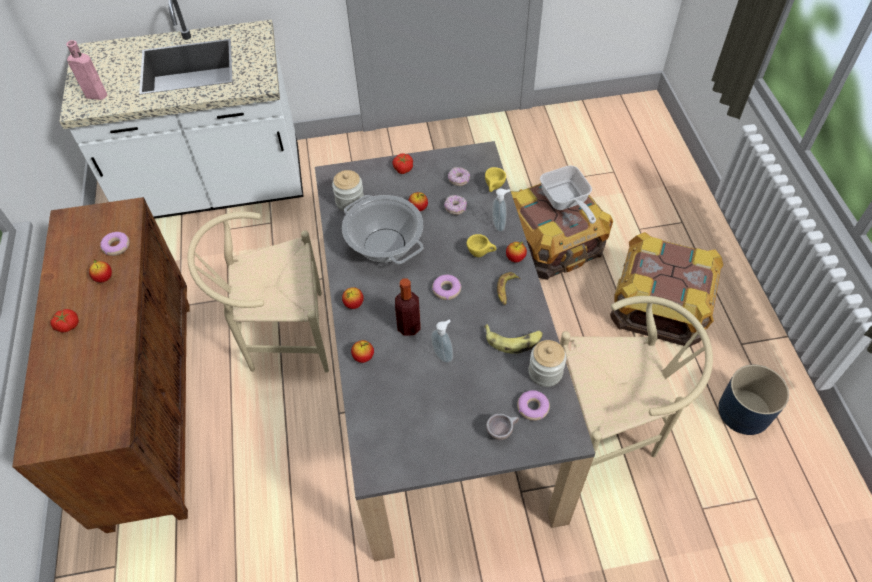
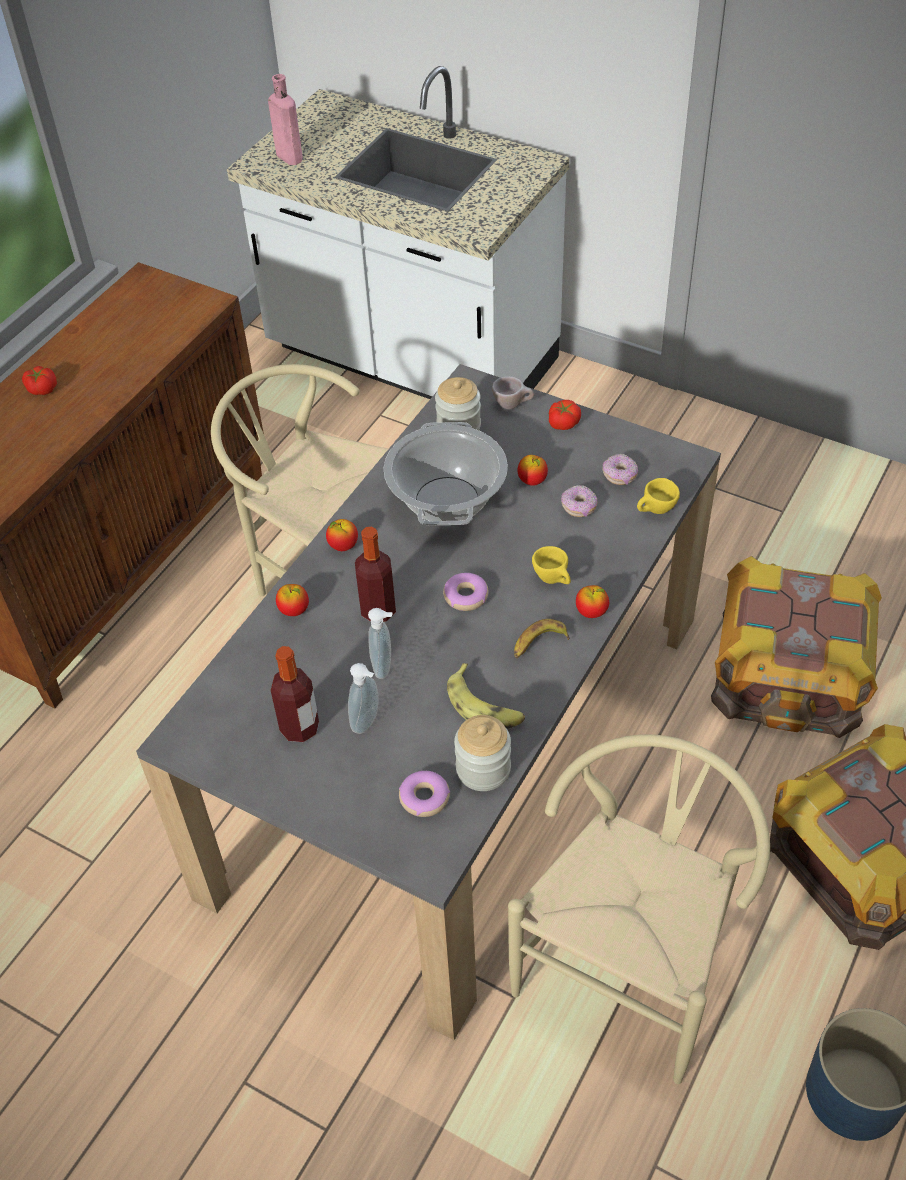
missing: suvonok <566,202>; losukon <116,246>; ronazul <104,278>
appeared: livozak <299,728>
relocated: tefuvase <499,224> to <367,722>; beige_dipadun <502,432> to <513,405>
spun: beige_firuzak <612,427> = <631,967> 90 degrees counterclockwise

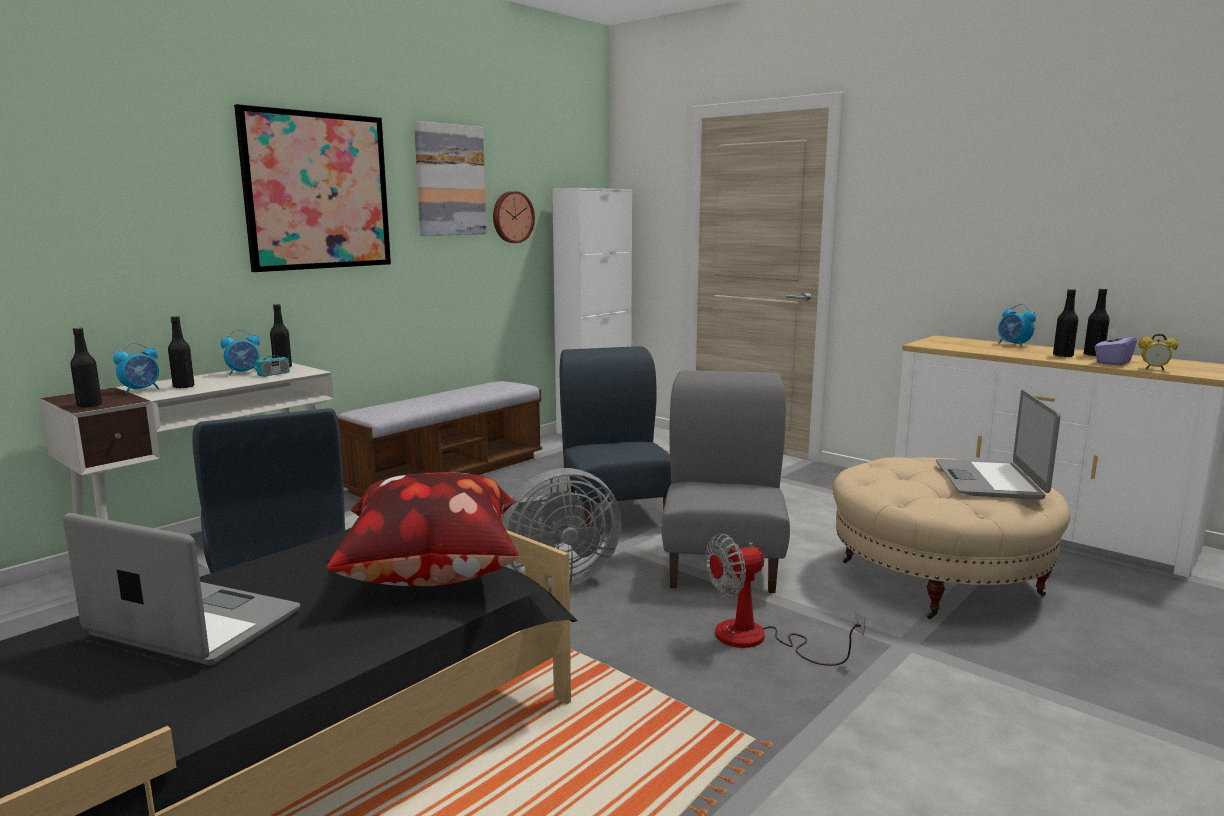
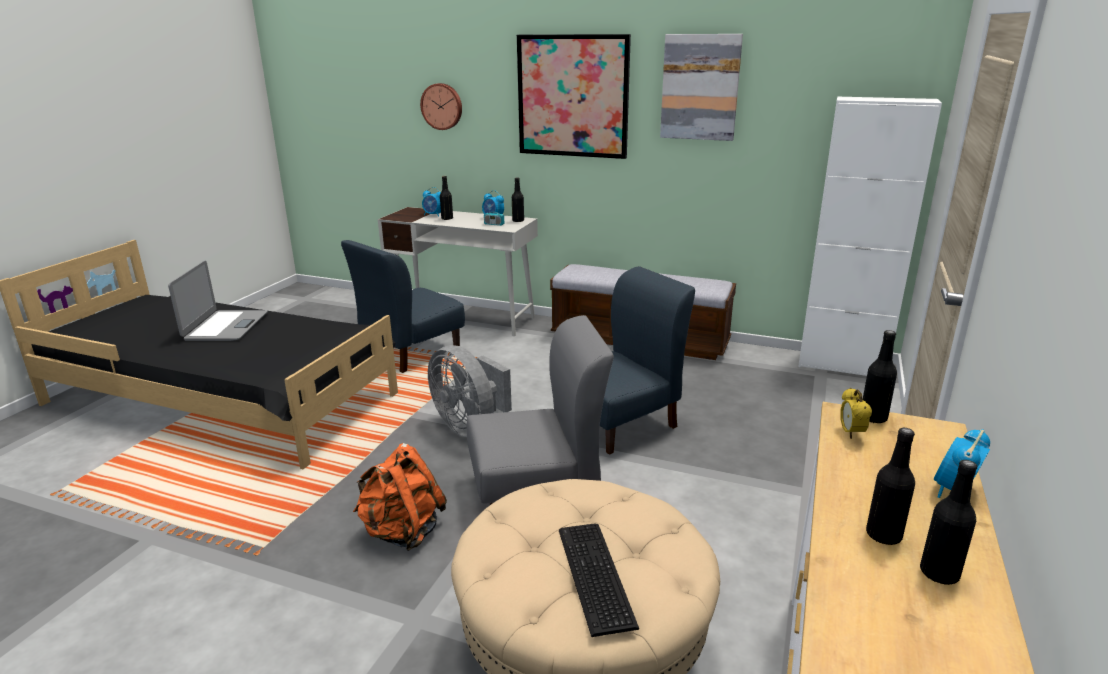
missing: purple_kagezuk <1112,362>; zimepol <434,577>
relocated: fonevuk <512,217> to <442,106>; black_livozak <89,405> to <873,418>; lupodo <1154,369> to <851,433>
exchanged: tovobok <990,481> to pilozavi <593,577>; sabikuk <758,640> to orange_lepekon <402,532>

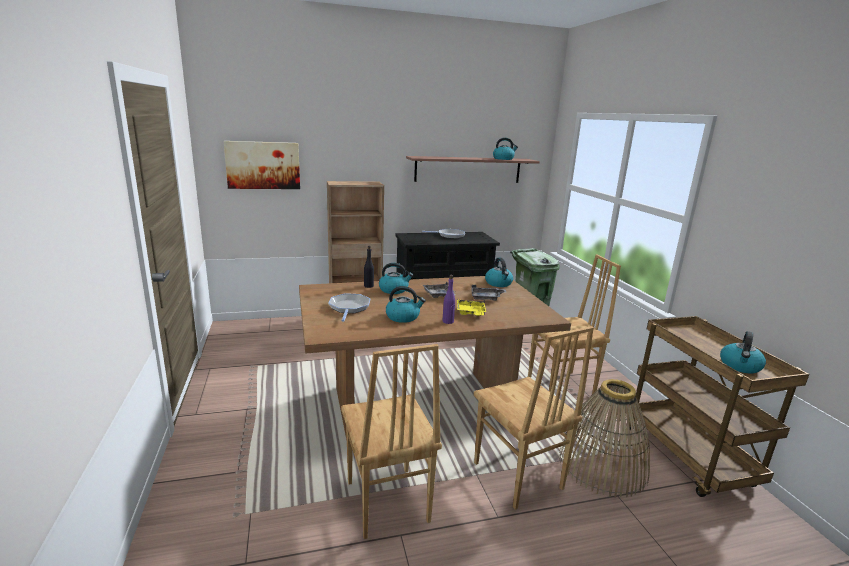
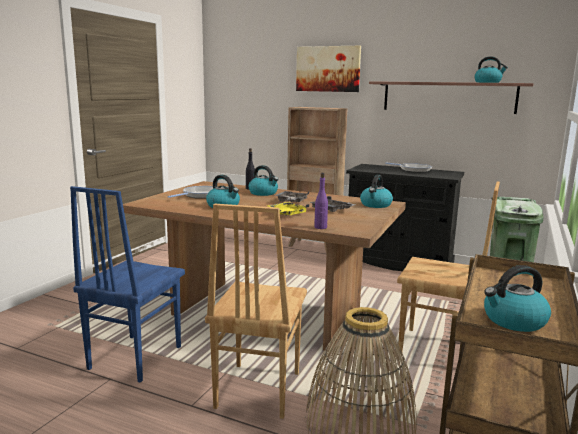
relocated: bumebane <263,165> to <328,69>; purple_livozak <448,321> to <320,227>
colour: brown_firuzak <386,502> to blue_firuzak <134,358>

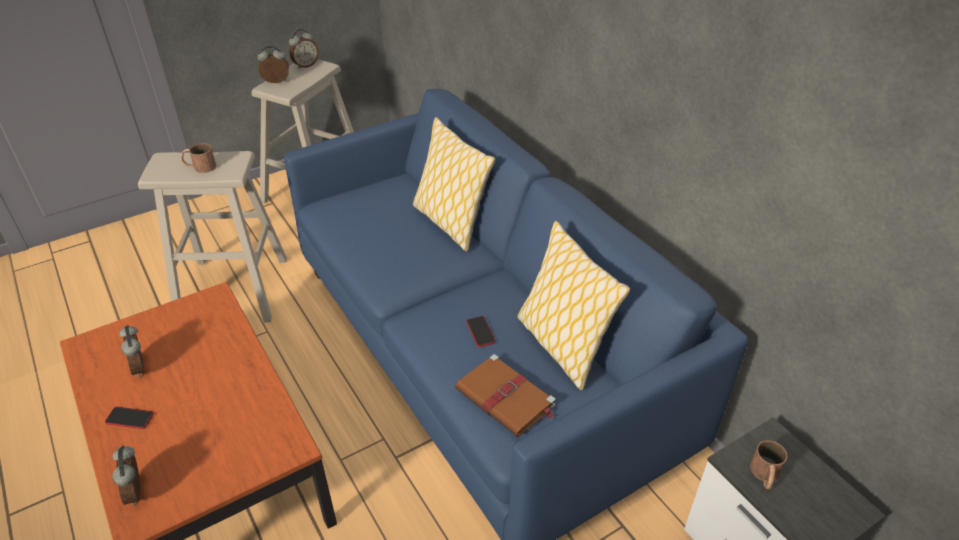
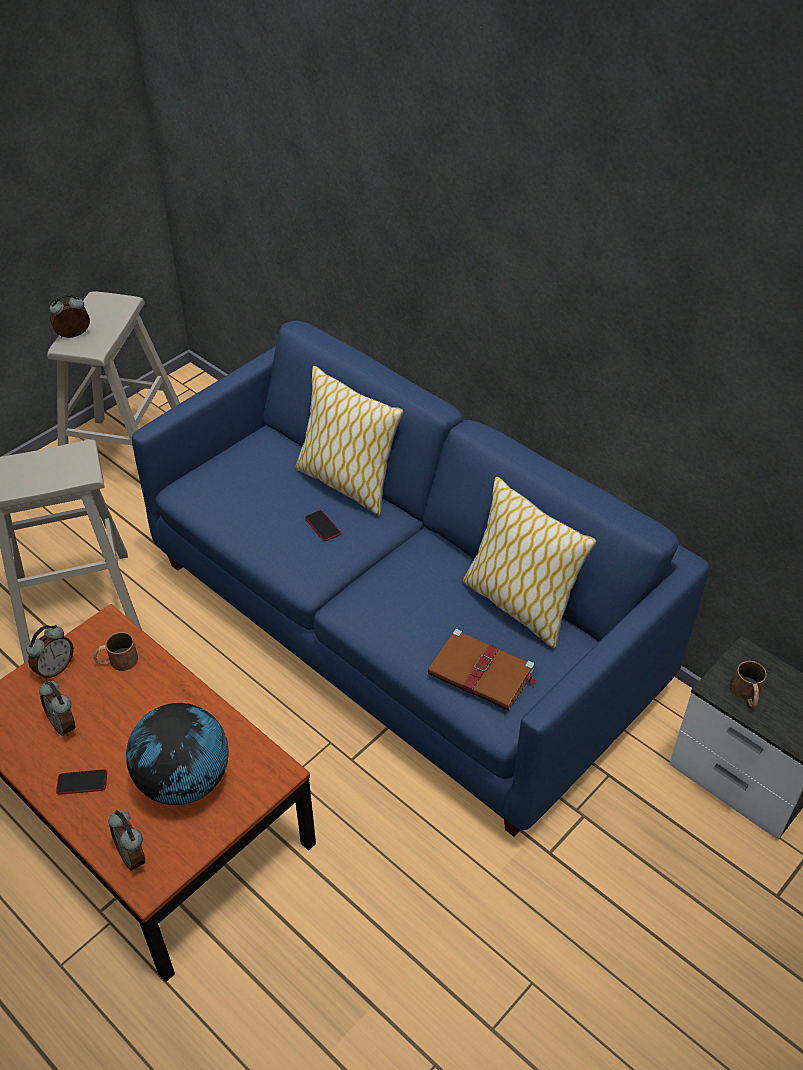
appeared: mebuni <184,781>
relocated: lupodo <305,65> to <55,668>; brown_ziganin <199,167> to <117,661>; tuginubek <480,332> to <322,526>

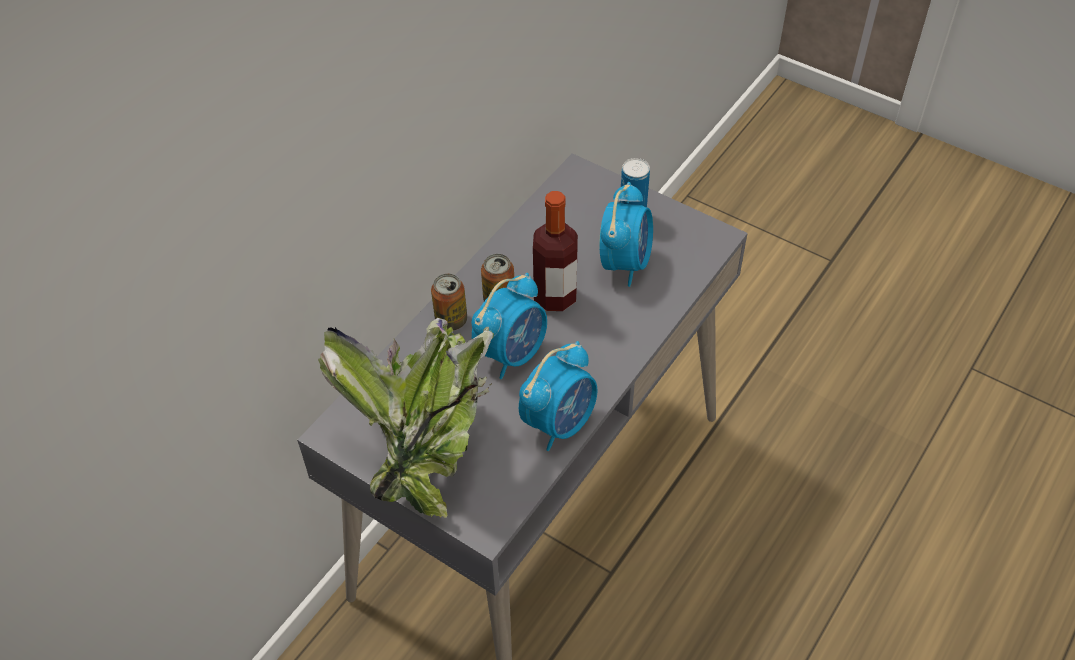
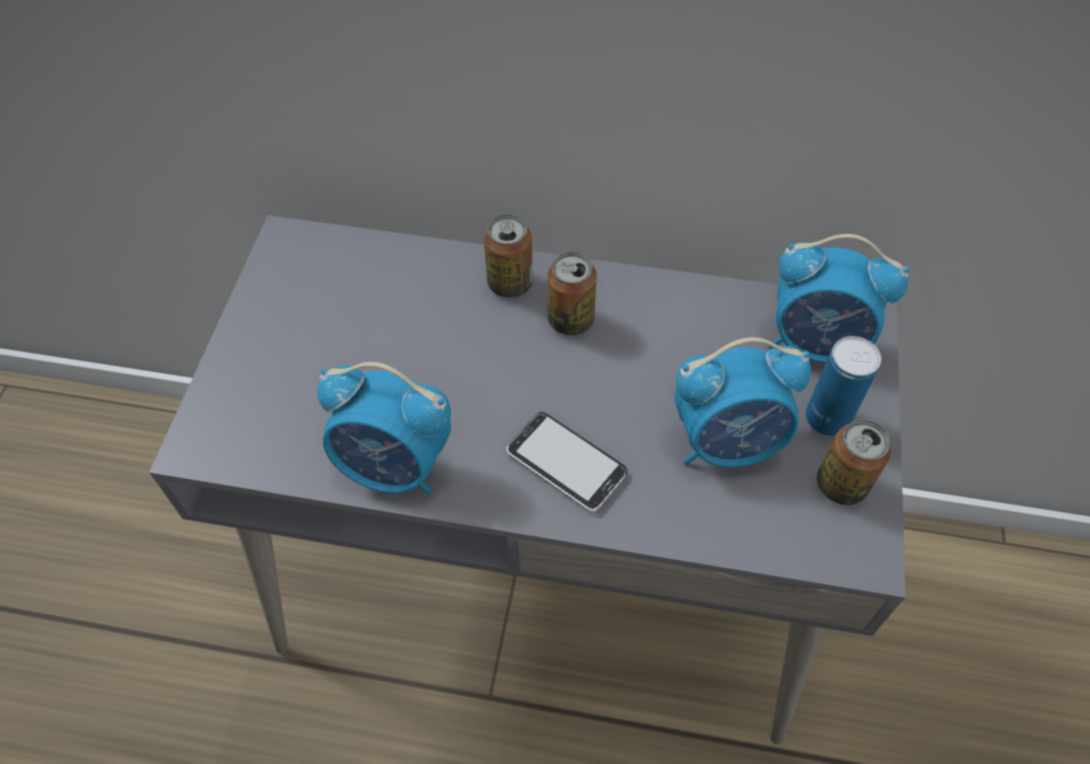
missing: livozak <555,297>; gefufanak <423,444>
appeared: tuginubek <566,463>; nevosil <841,484>
relocated: lupodo <512,353> to <816,343>

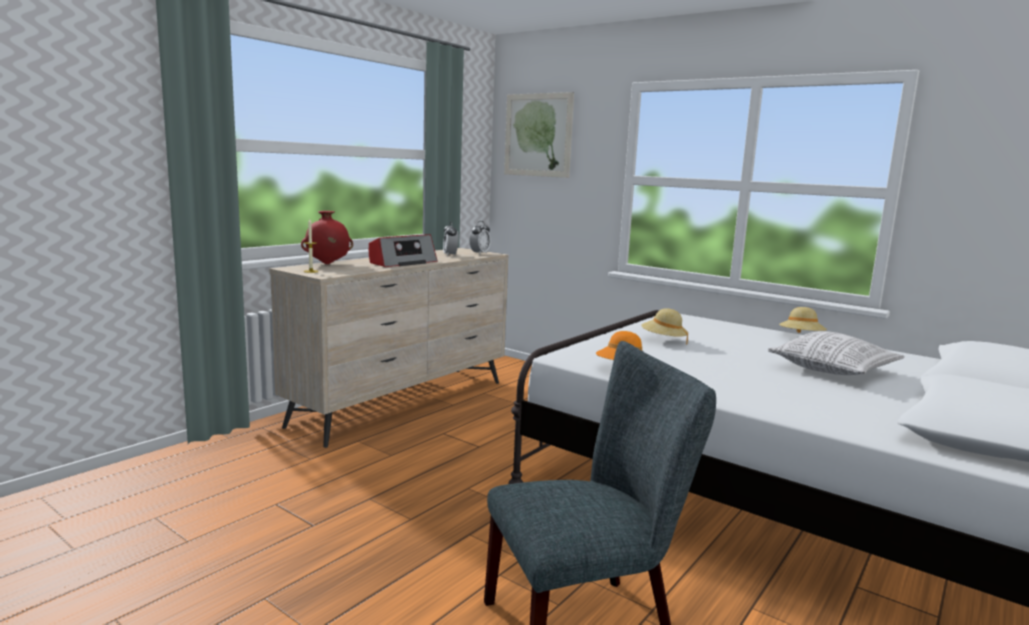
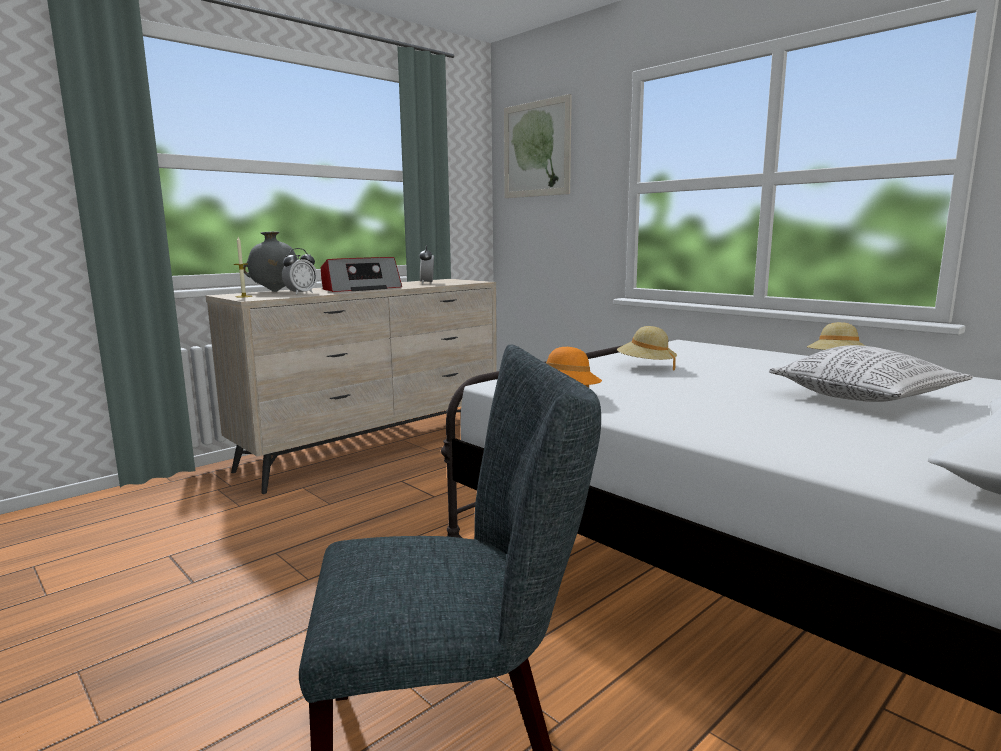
relocated: lupodo <479,253> to <301,293>
colour: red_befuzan <327,264> to grey_befuzan <275,291>

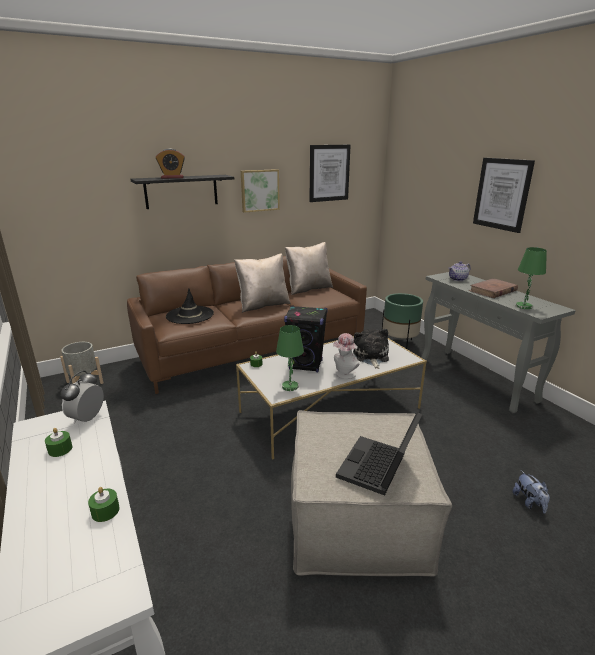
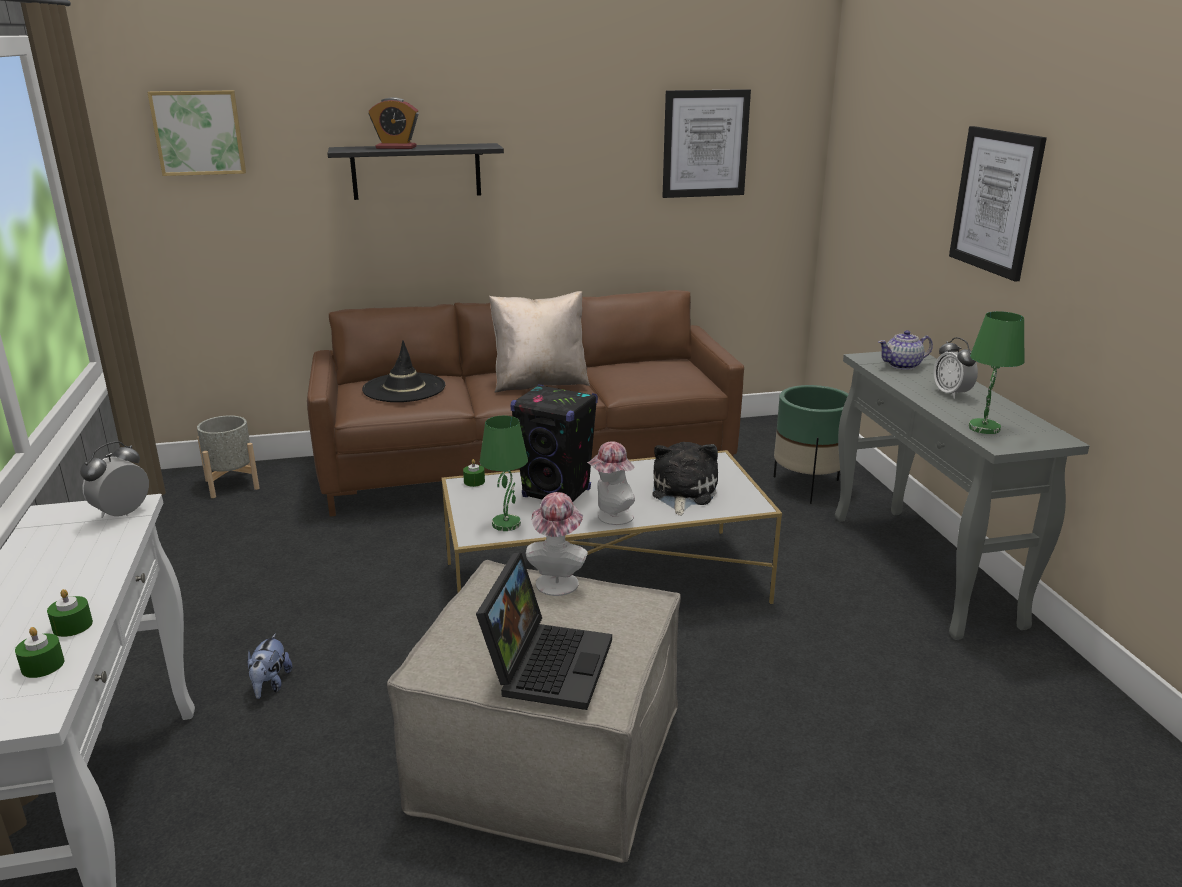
missing: beige_zimepol <308,289>
appeared: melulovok <558,580>
relocated: bumebane <259,190> to <199,132>; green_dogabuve <60,449> to <43,665>; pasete <529,502> to <270,685>
exchanged: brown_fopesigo <492,291> to lupodo <951,394>
spun: tovobok <378,469> = <546,663> 150 degrees clockwise

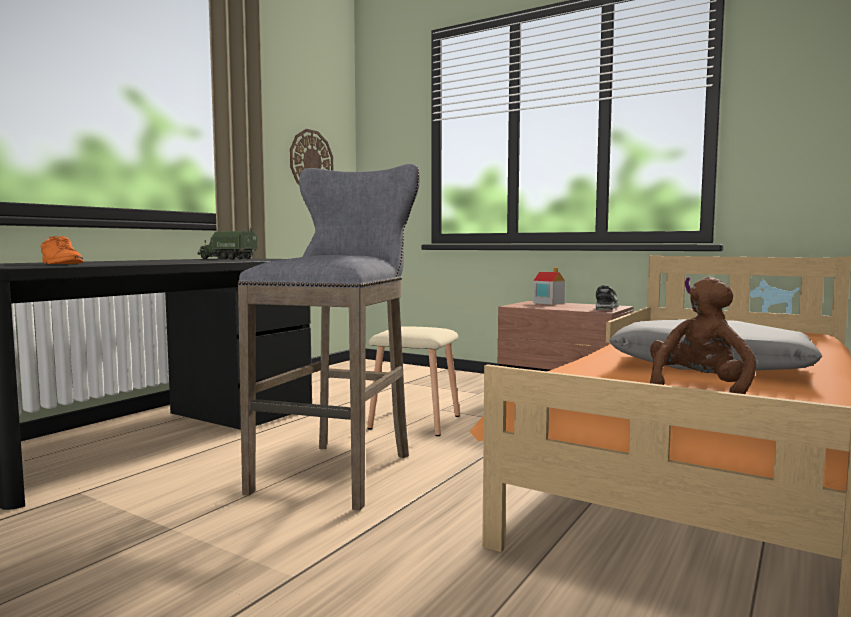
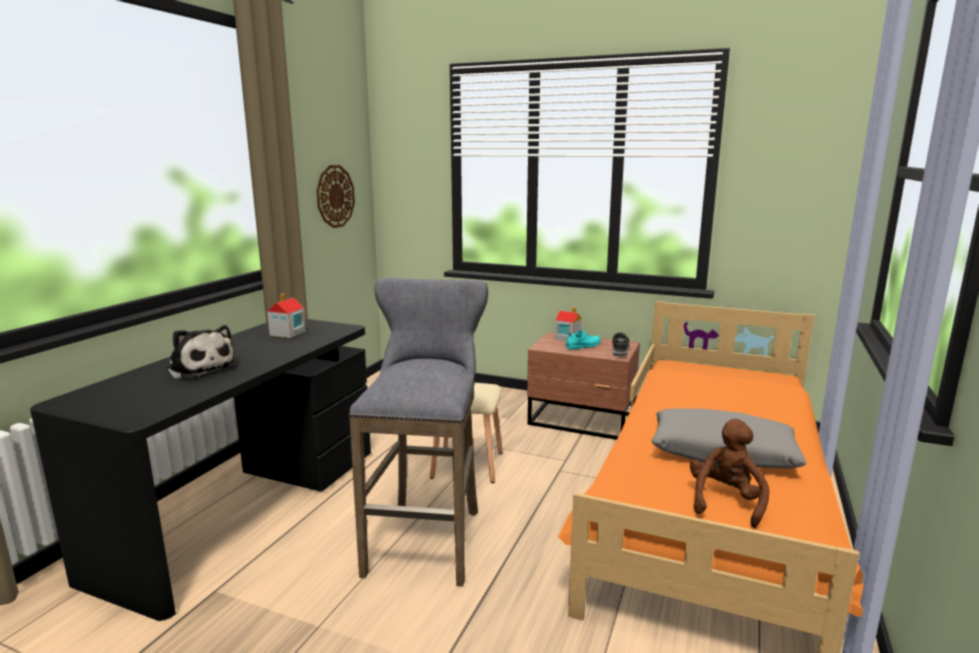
missing: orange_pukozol <61,263>
appeared: pasete <200,368>; turquoise_pukozol <583,346>
exchanged: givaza <227,259> to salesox <287,333>

